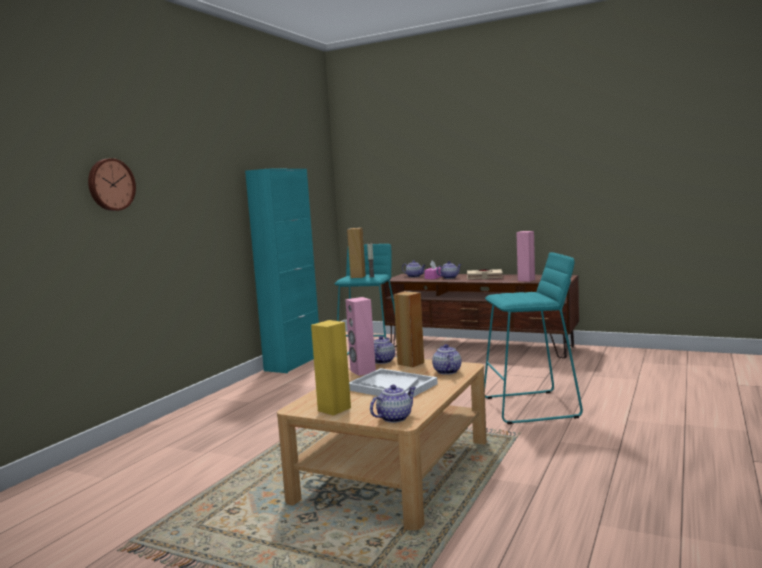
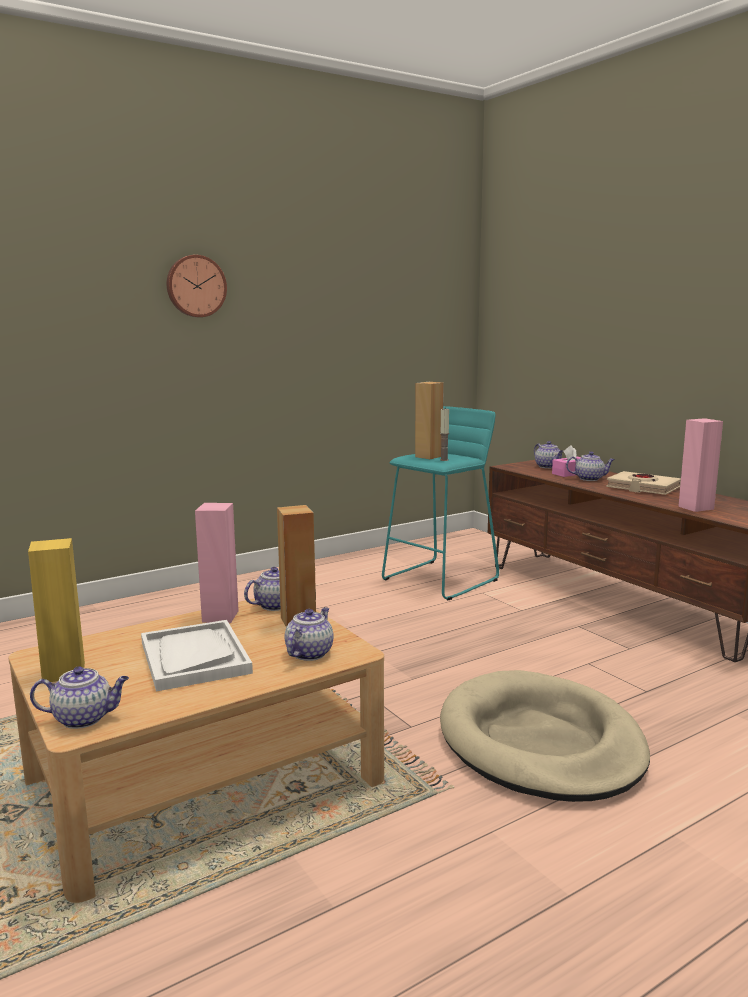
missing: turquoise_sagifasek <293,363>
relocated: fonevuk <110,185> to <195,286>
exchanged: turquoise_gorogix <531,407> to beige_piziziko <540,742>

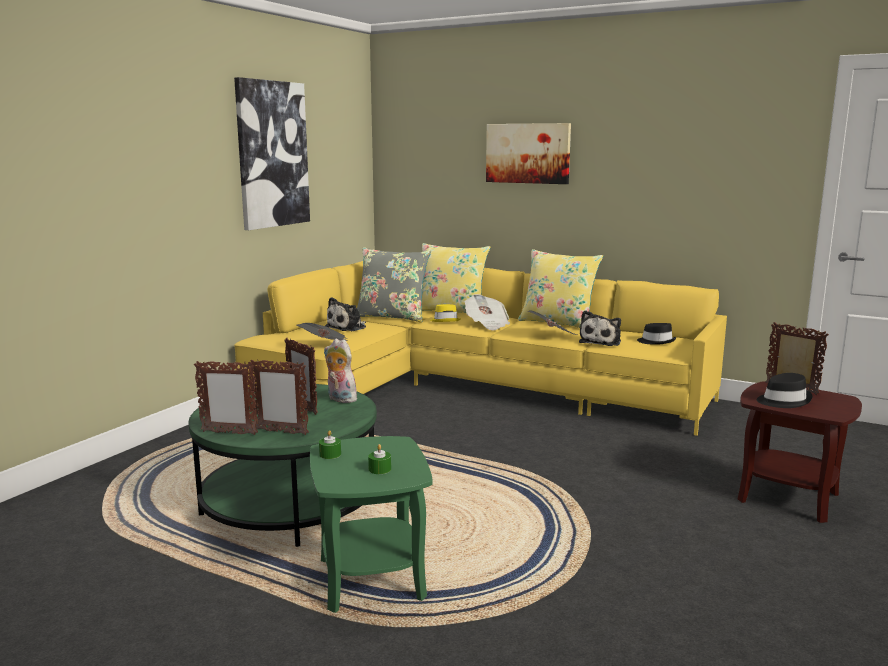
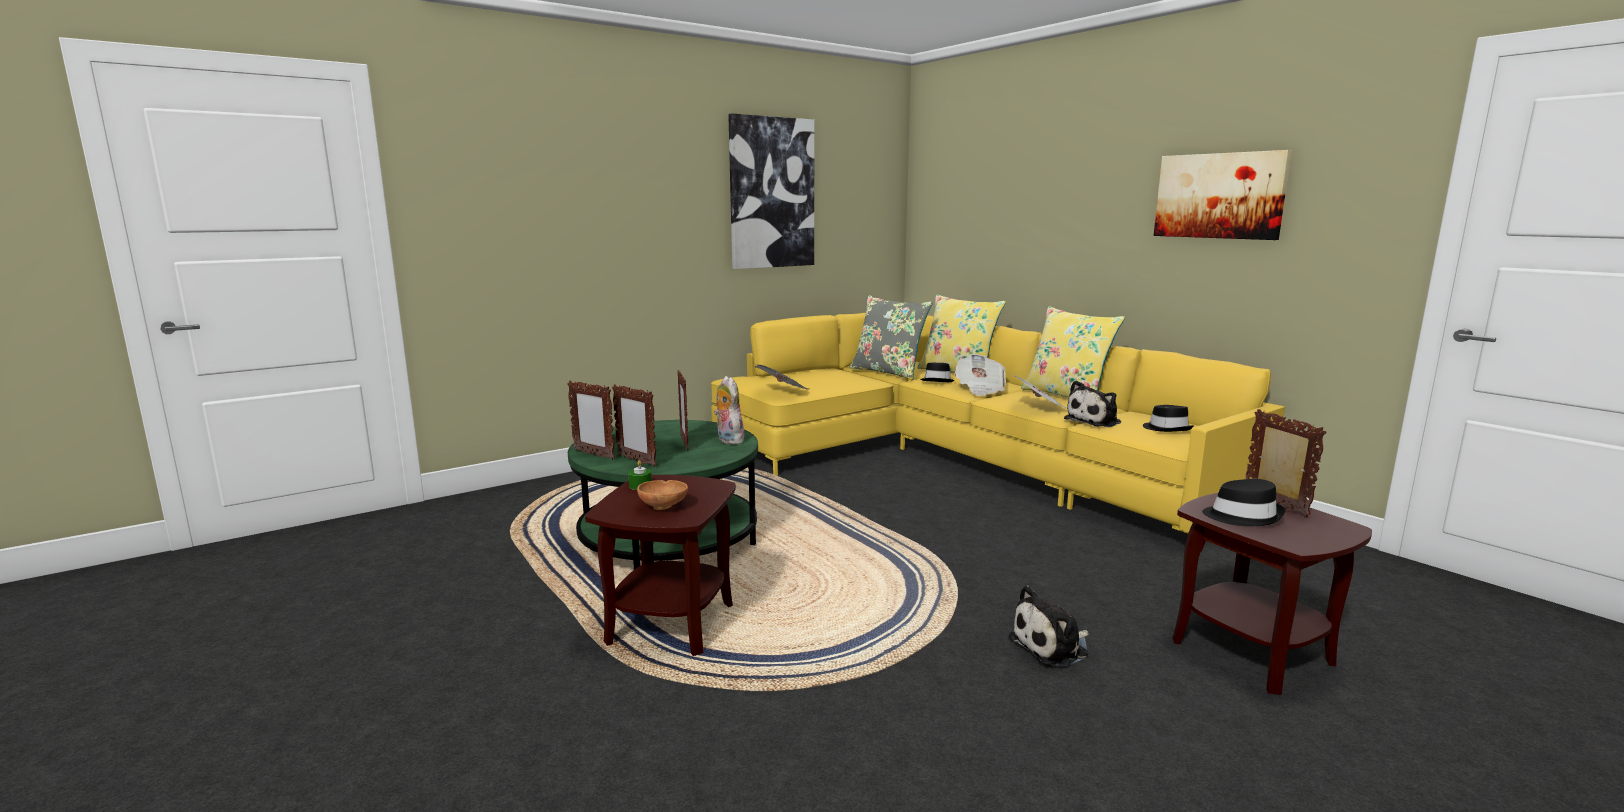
relocated: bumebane <528,153> to <1219,196>; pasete <348,327> to <1052,646>
exchanged: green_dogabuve <379,469> to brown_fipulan <664,506>
colour: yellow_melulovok <445,320> to black_melulovok <937,381>; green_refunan <370,579> to brown_refunan <670,623>

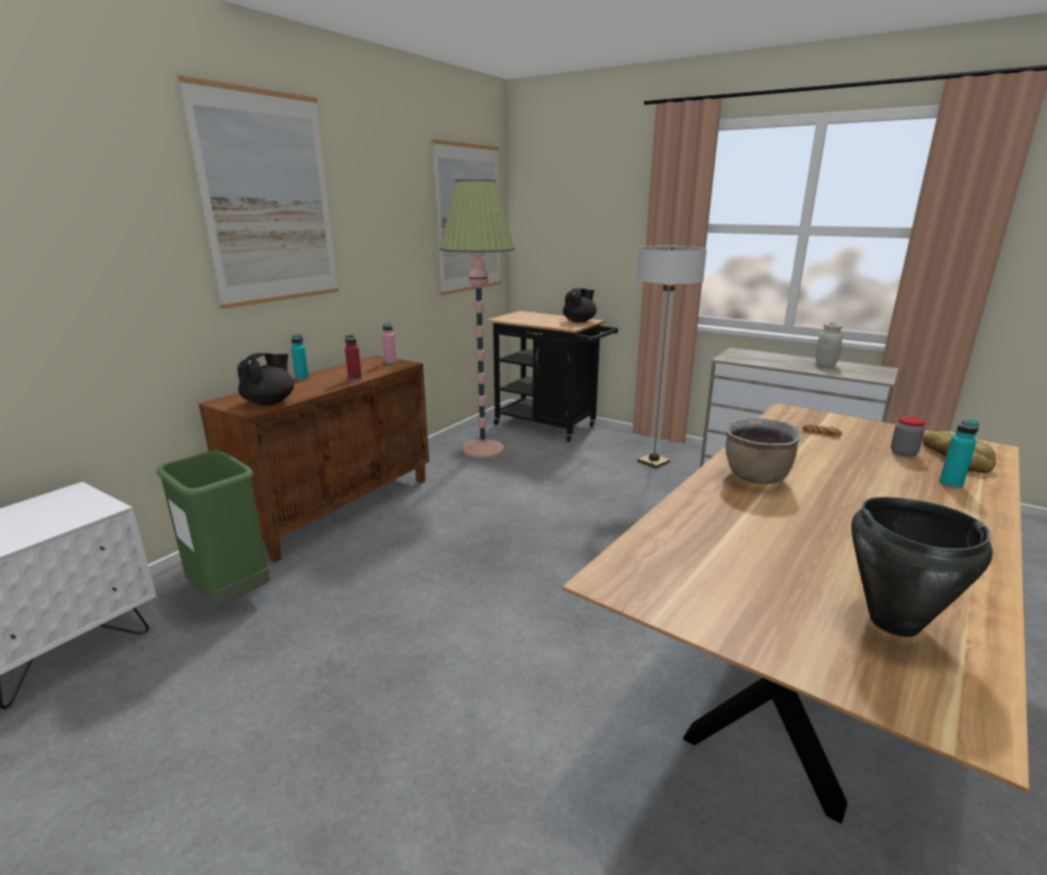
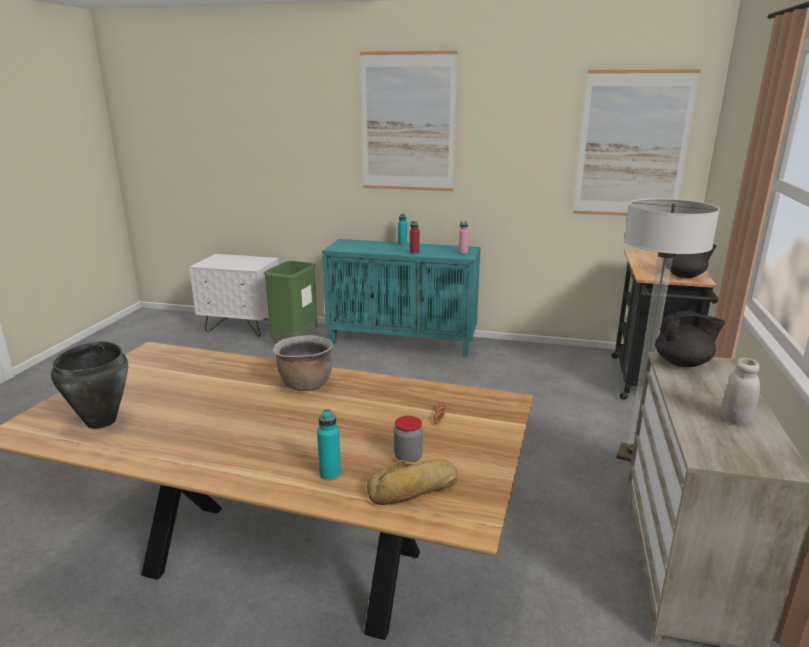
missing: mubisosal <483,449>
relocated: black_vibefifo <270,402> to <683,363>
colour: brown_sagifasek <339,508> to turquoise_sagifasek <403,341>

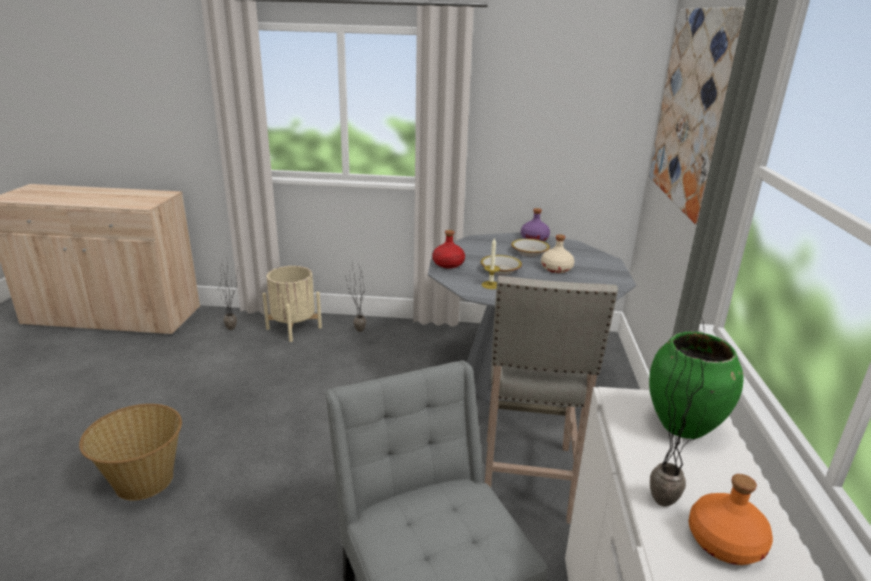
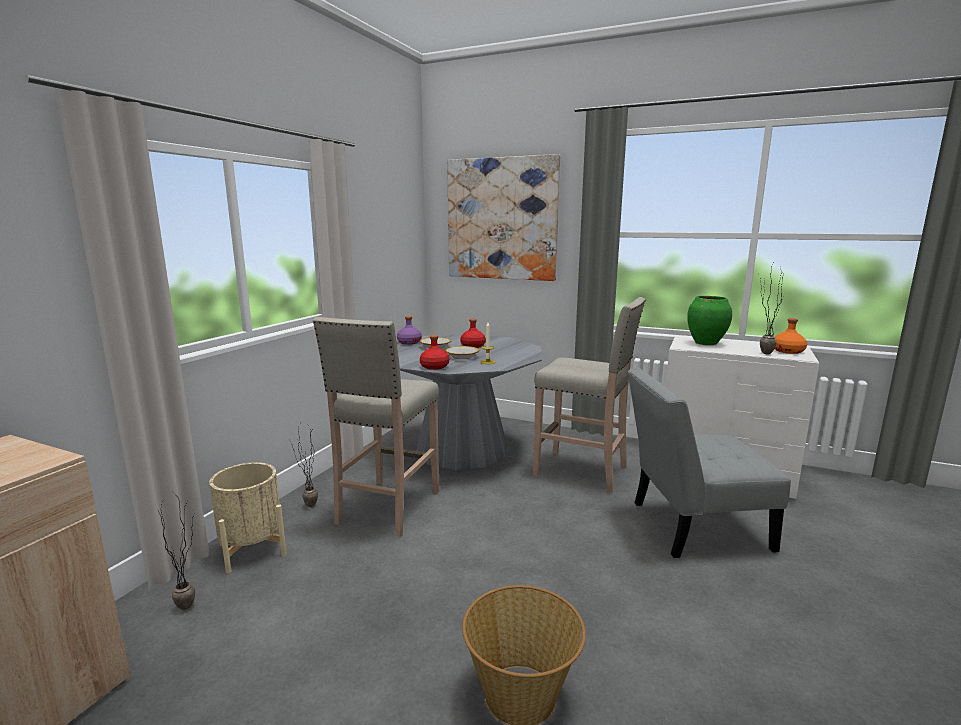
appeared: beige_gorogix <387,508>
colour: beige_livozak <556,269> to red_livozak <473,346>

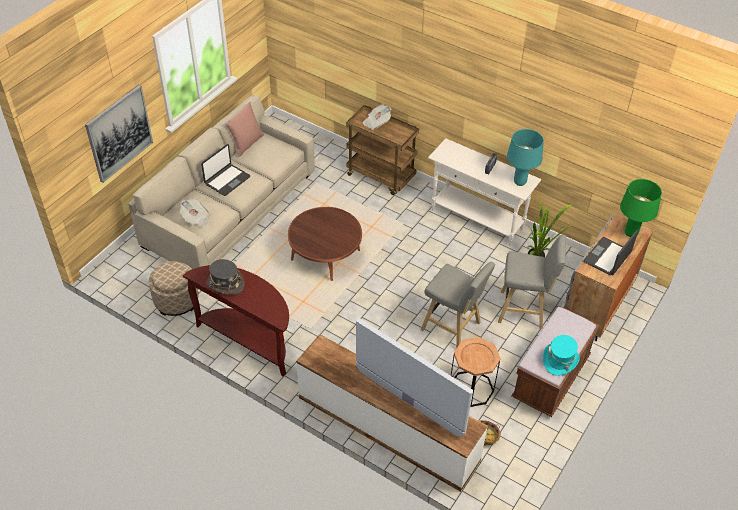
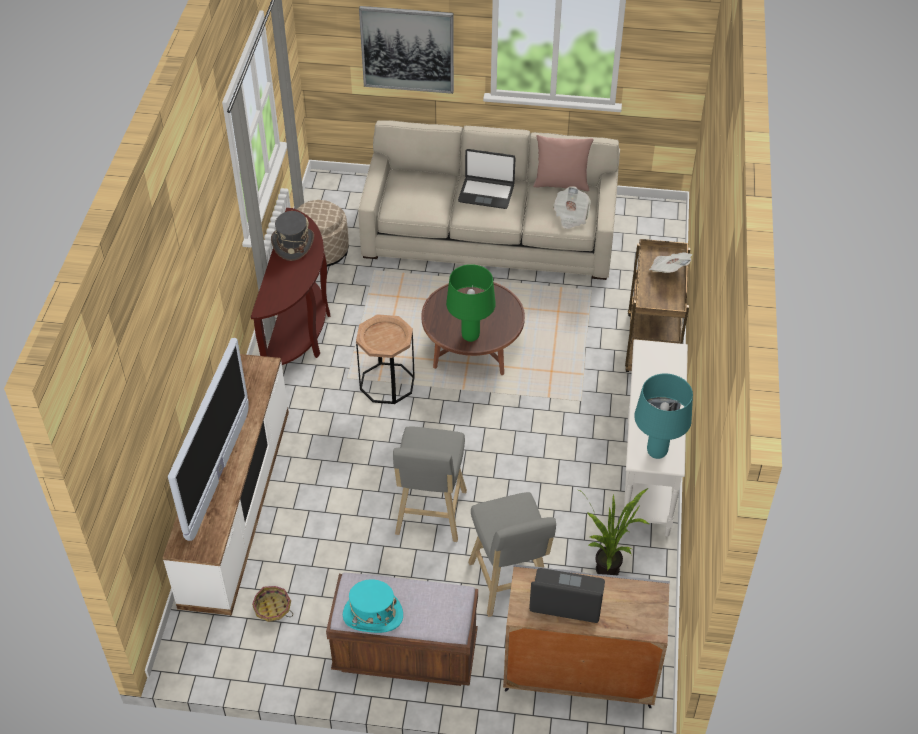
relocated: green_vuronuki <630,233> to <470,336>; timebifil <196,219> to <571,216>; brown_refunan <471,388> to <387,383>

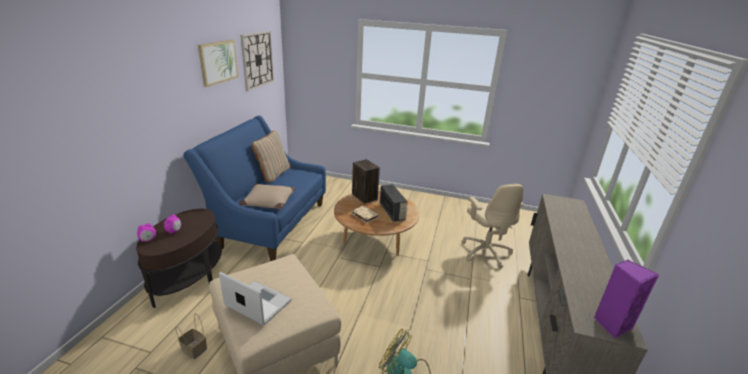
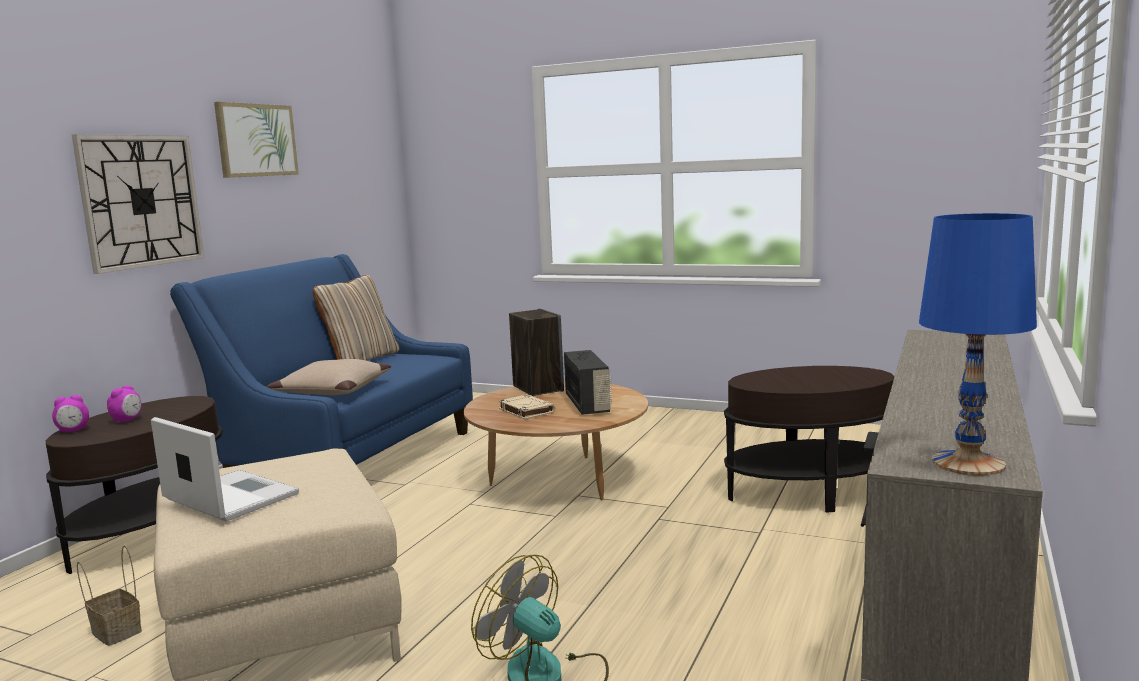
relocated: fonevuk <257,60> to <141,201>
exchanged: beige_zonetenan <485,252> to brown_refunan <809,492>; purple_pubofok <611,324> to blue_vuronuki <968,463>

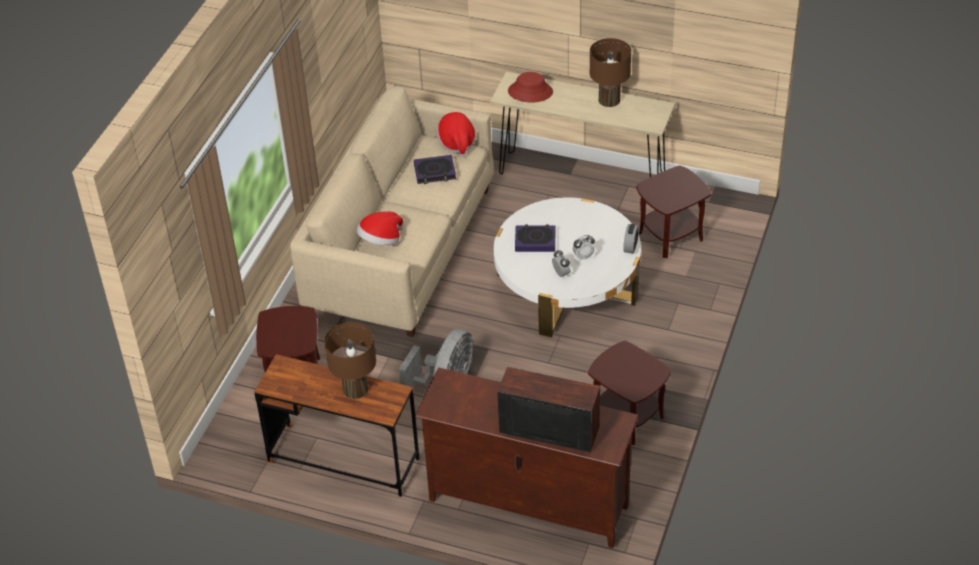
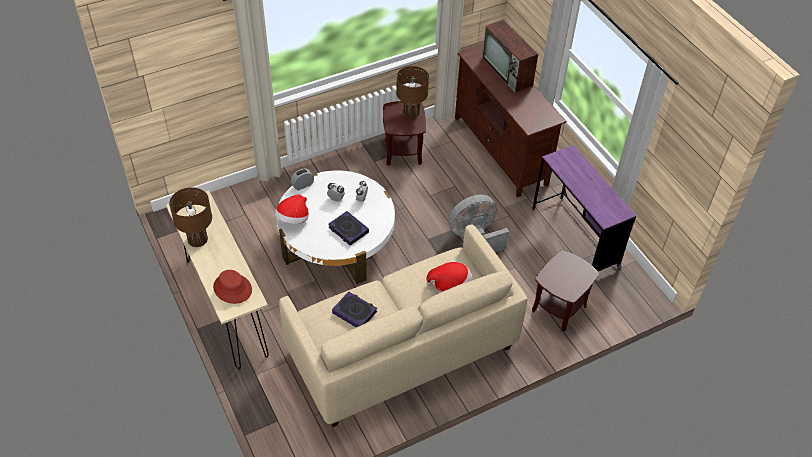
missing: brown_refunan <670,236>
relocated: melulovok <457,143> to <293,219>; brown_vuronuki <355,389> to <411,113>
colour: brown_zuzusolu <343,460> to purple_zuzusolu <575,237>

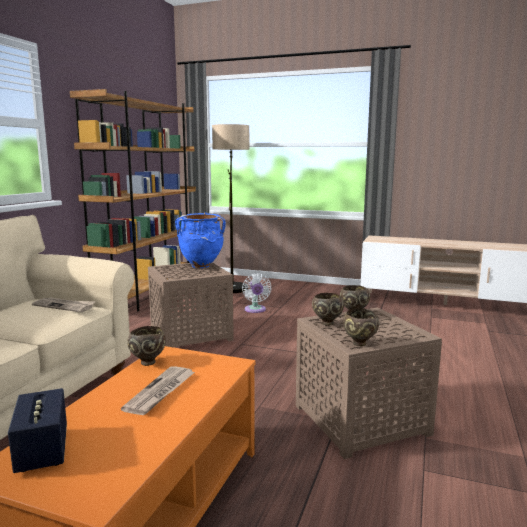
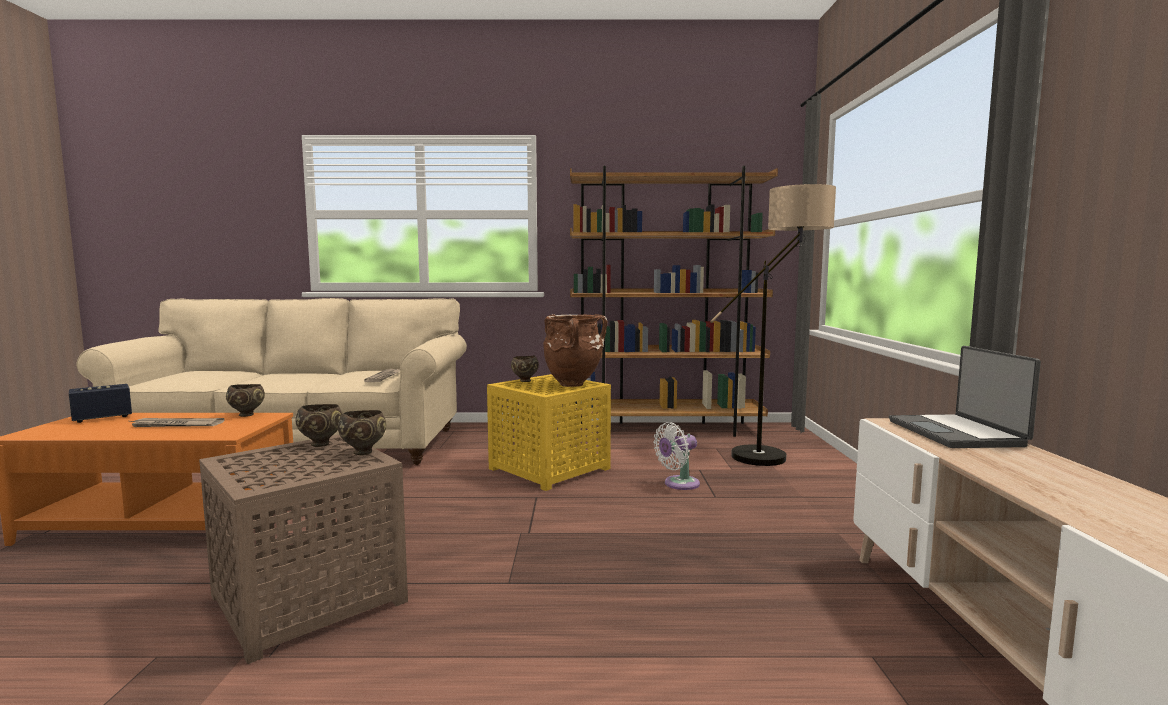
appeared: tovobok <957,433>
relocated: brown_fipulan <360,344> to <524,381>
colour: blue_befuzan <202,266> to brown_befuzan <573,385>; brown_refunan <192,334> to yellow_refunan <549,469>

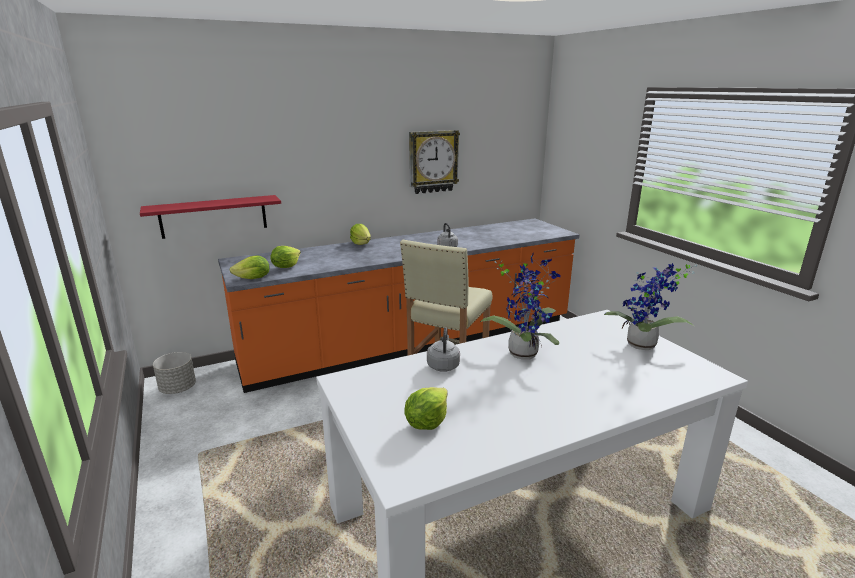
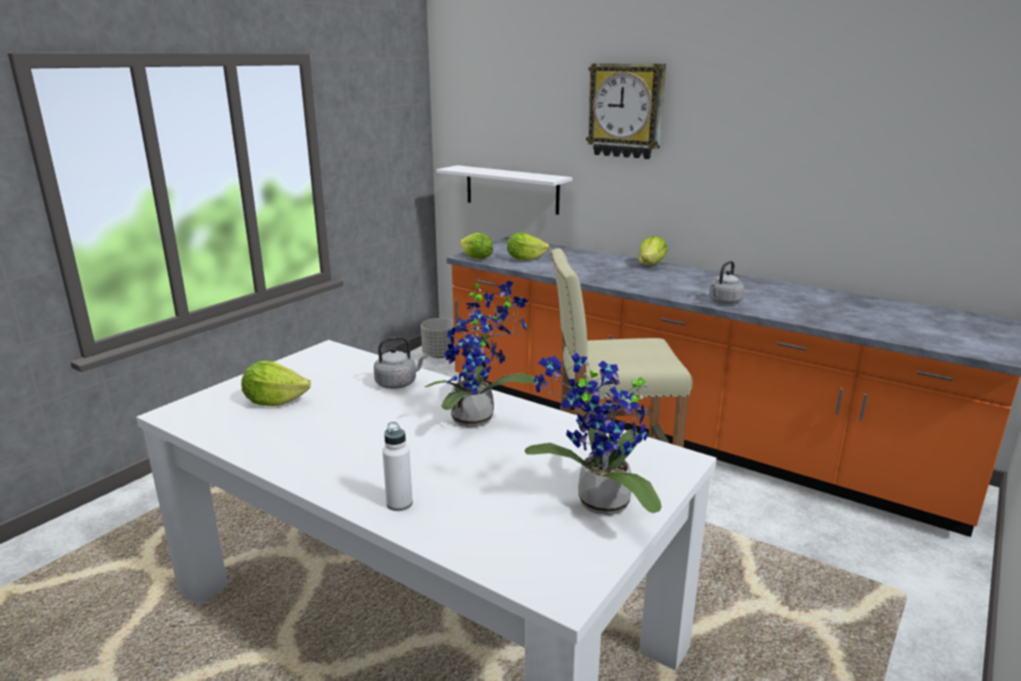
appeared: white_livozak <399,503>
relocated: fonevuk <433,161> to <626,111>
colour: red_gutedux <214,216> to white_gutedux <511,189>

